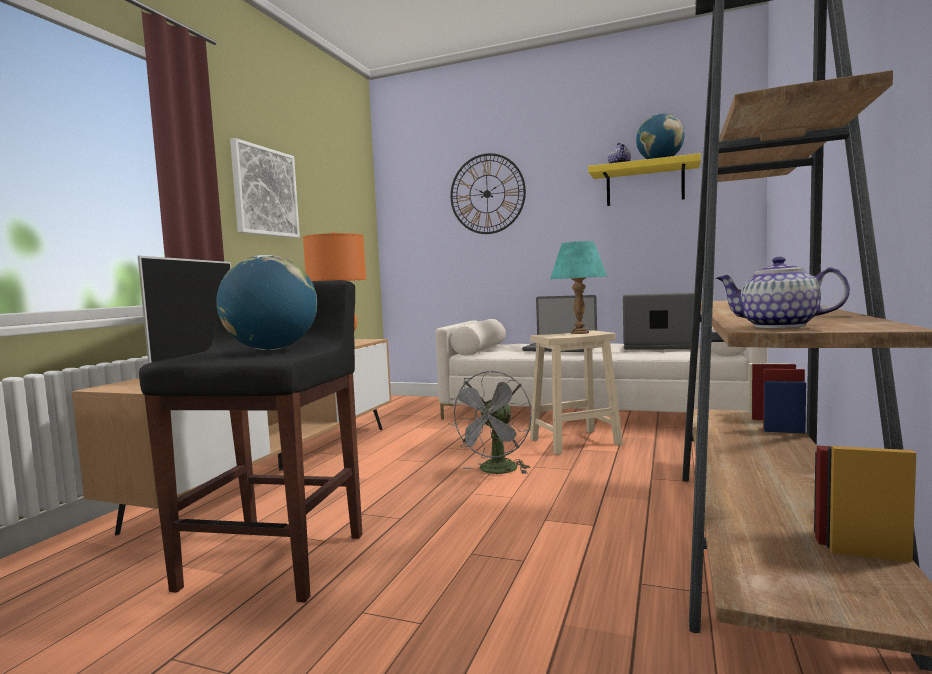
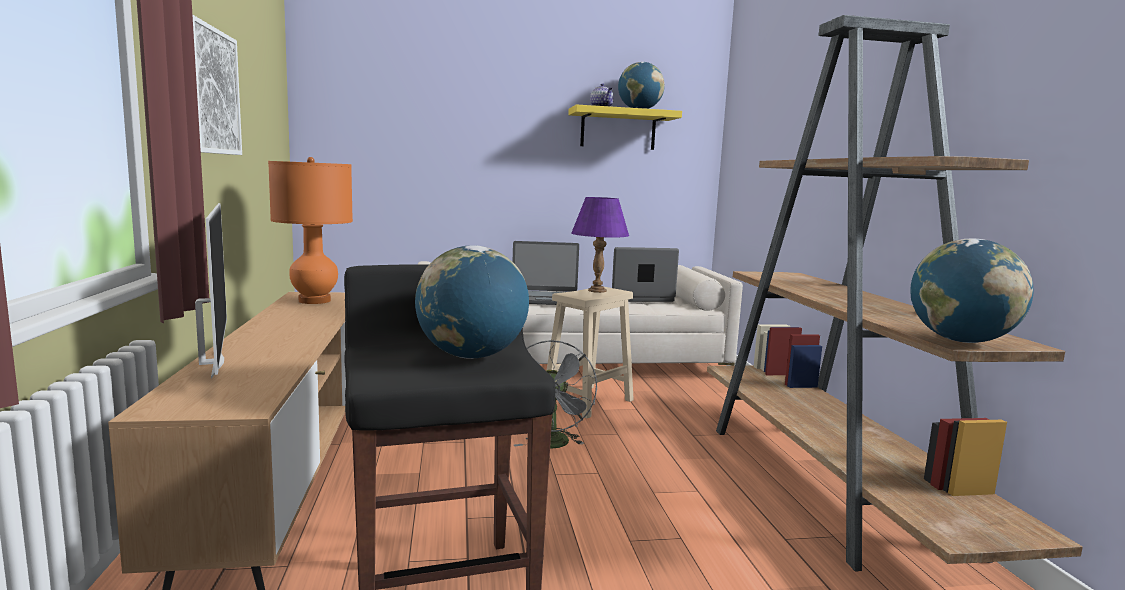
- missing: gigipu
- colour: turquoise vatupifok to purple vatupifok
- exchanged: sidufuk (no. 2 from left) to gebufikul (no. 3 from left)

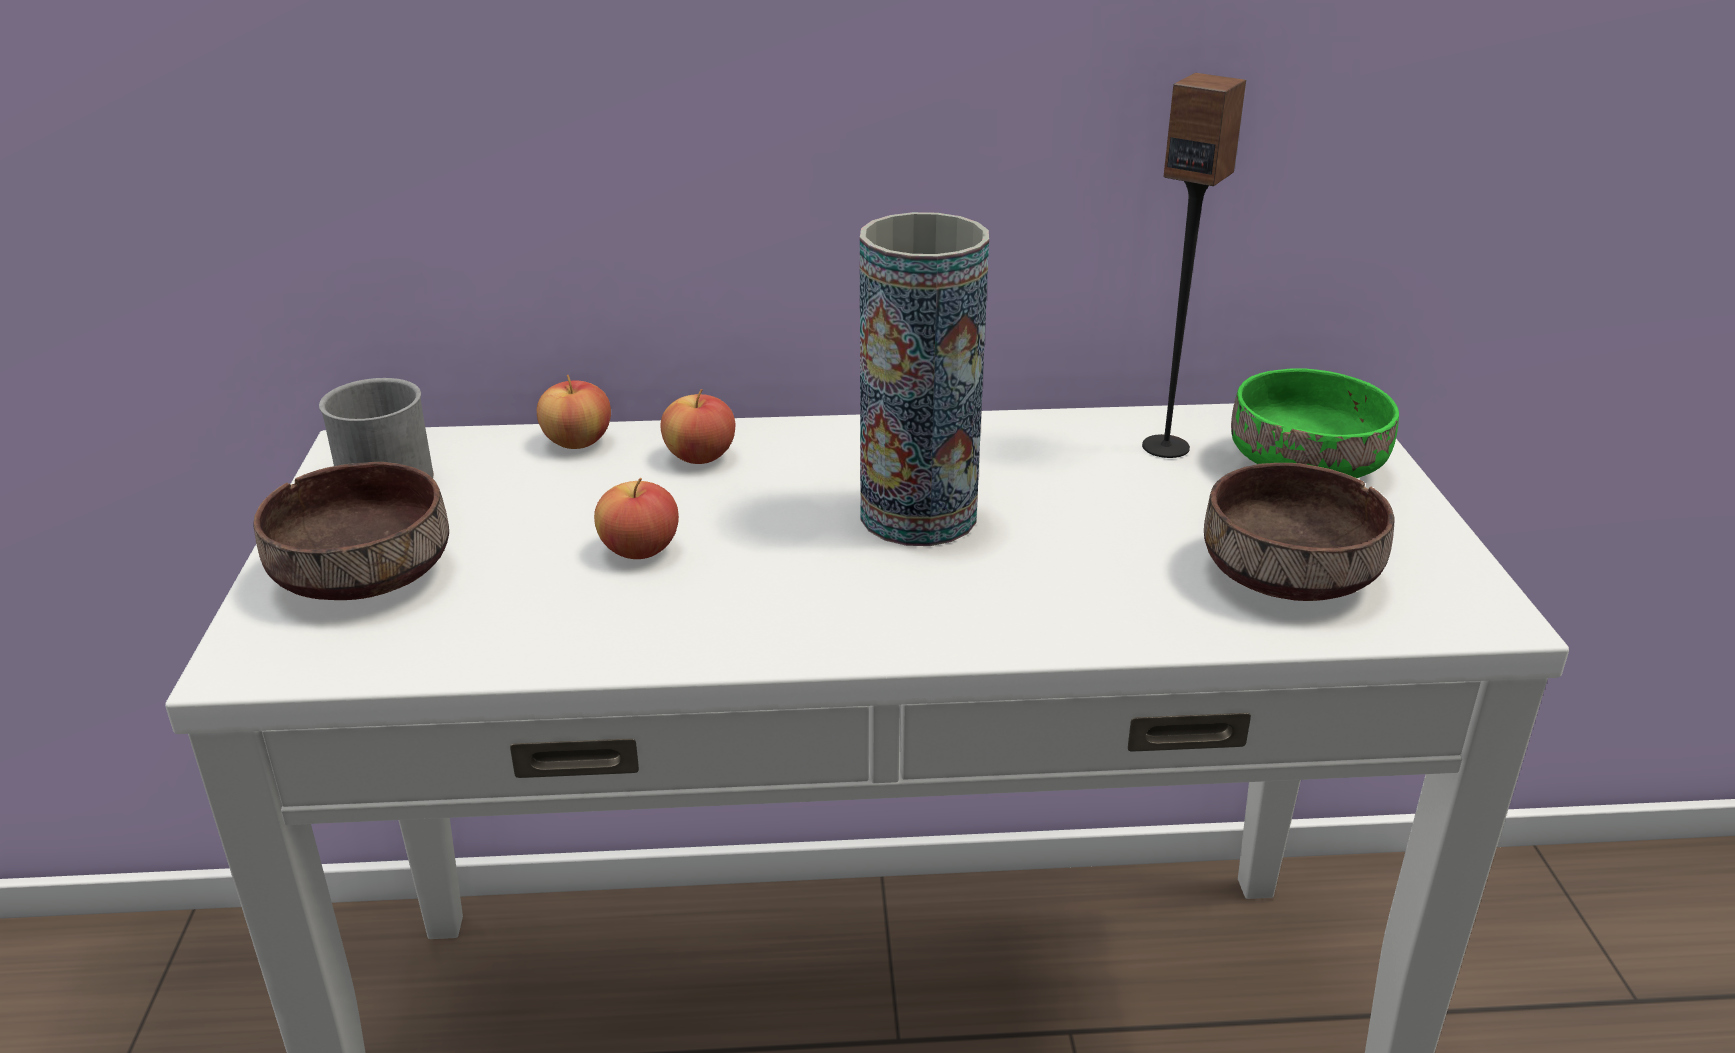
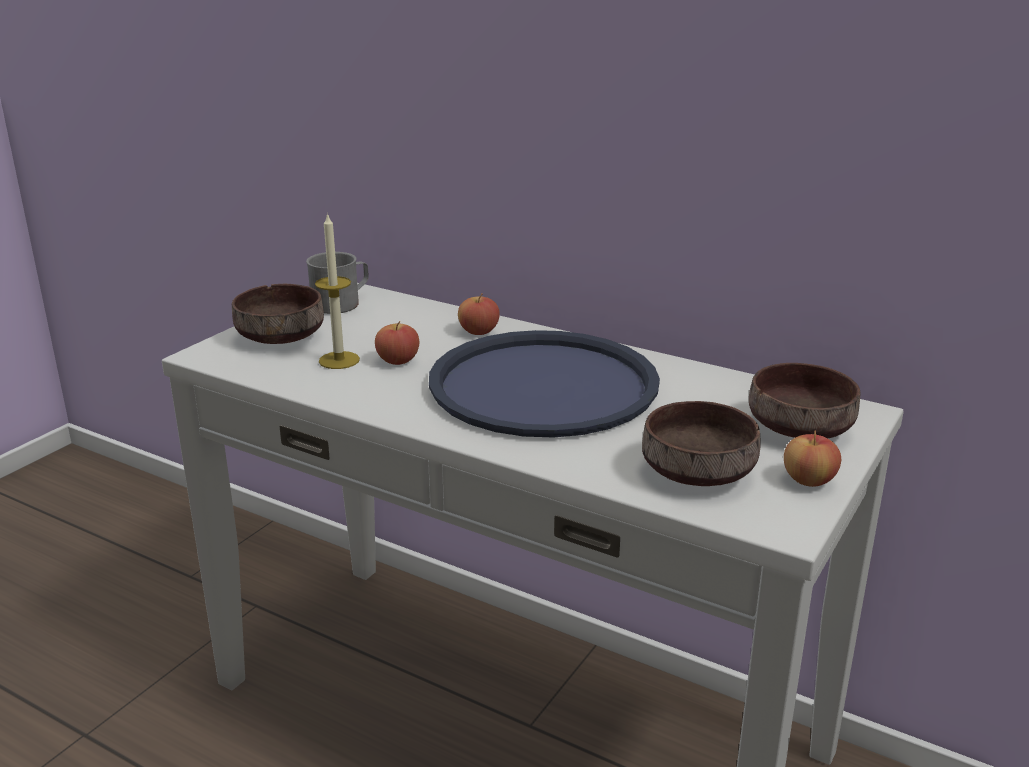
- relocated: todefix (no. 1 from left in the first image) to todefix (no. 3 from left)
- exchanged: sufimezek to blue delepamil
- missing: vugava
- colour: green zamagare to brown zamagare (no. 3 from left)
- appeared: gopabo

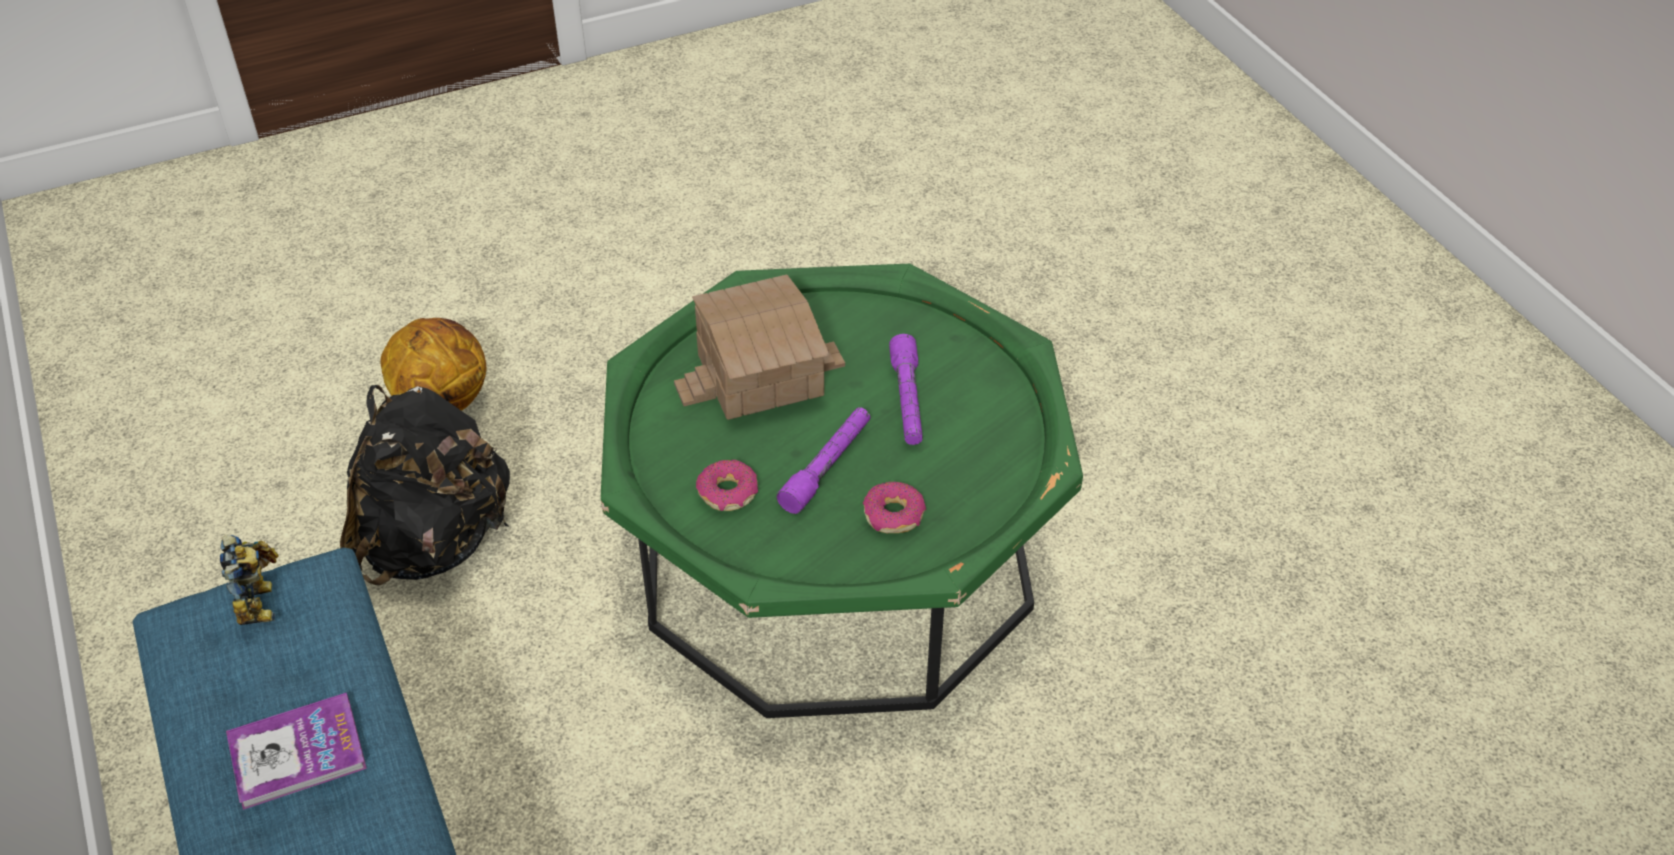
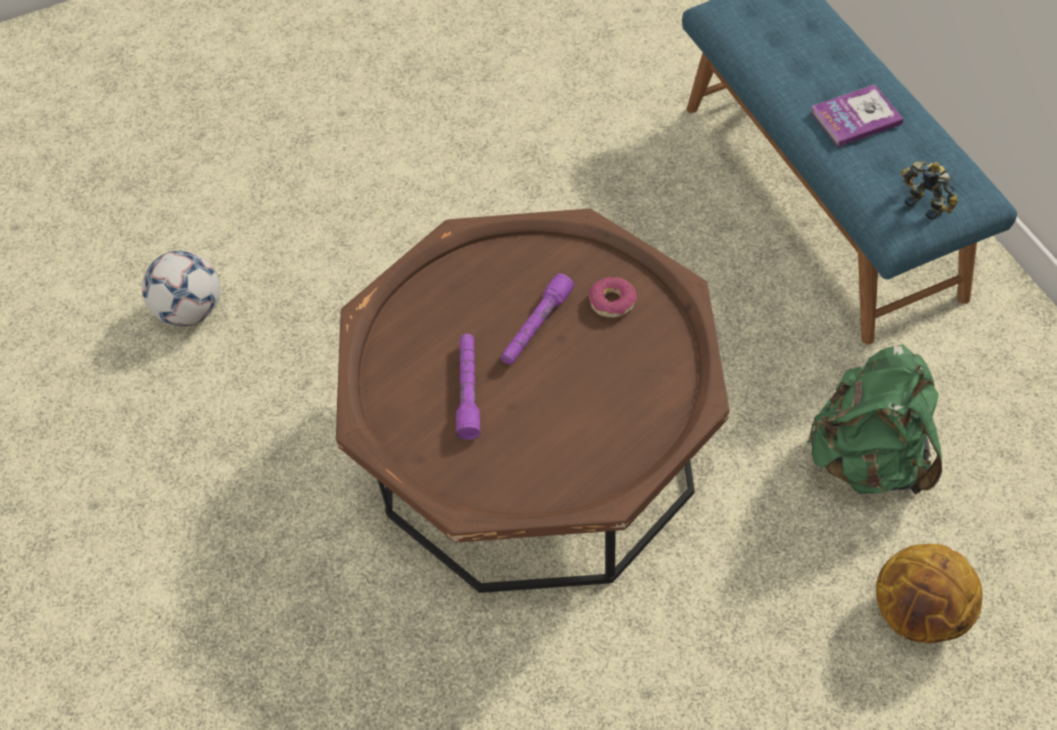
- spun: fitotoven 150 degrees clockwise
- colour: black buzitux to green buzitux
- colour: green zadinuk to brown zadinuk
- missing: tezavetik
- missing: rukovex (no. 2 from left)
- appeared: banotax

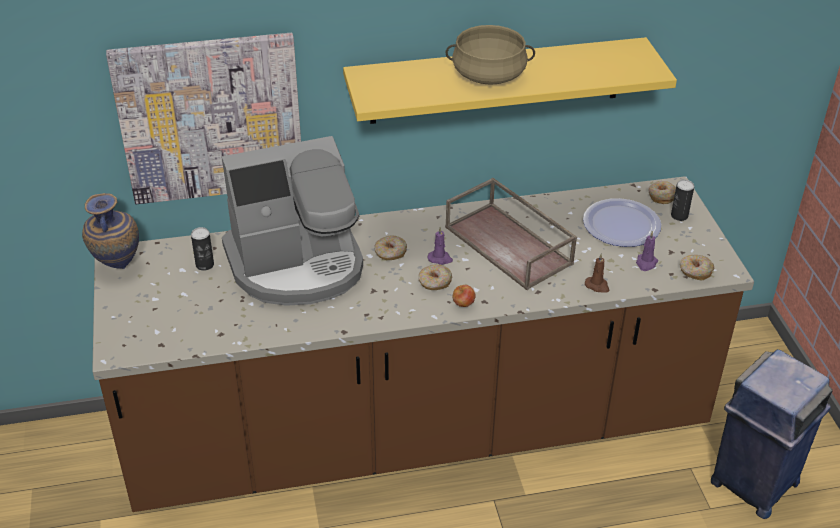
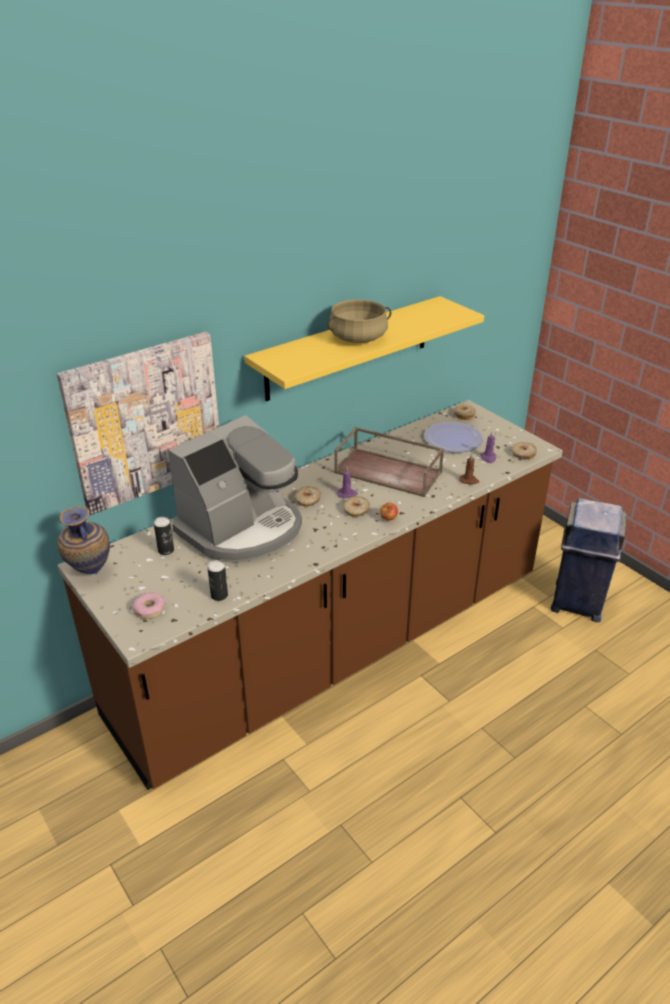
- relocated: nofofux (no. 2 from left)
- appeared: rukovex (no. 1 from left)

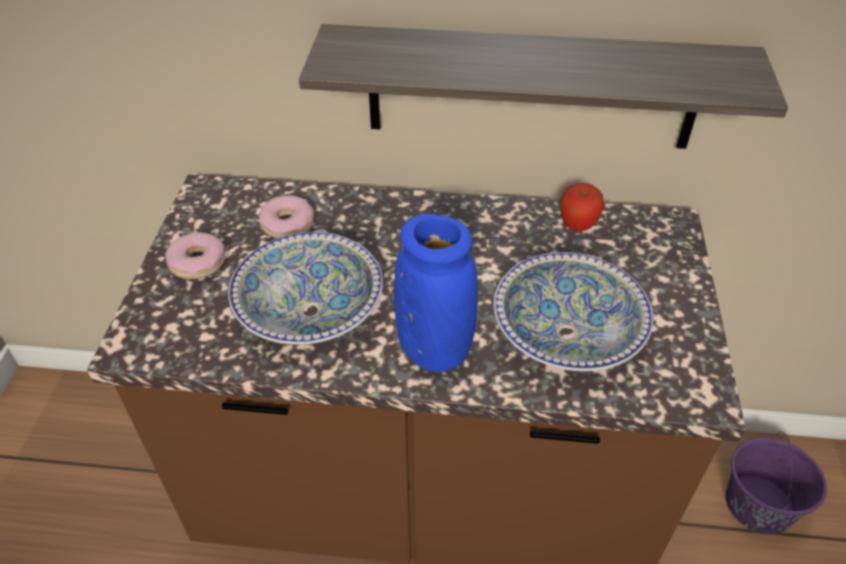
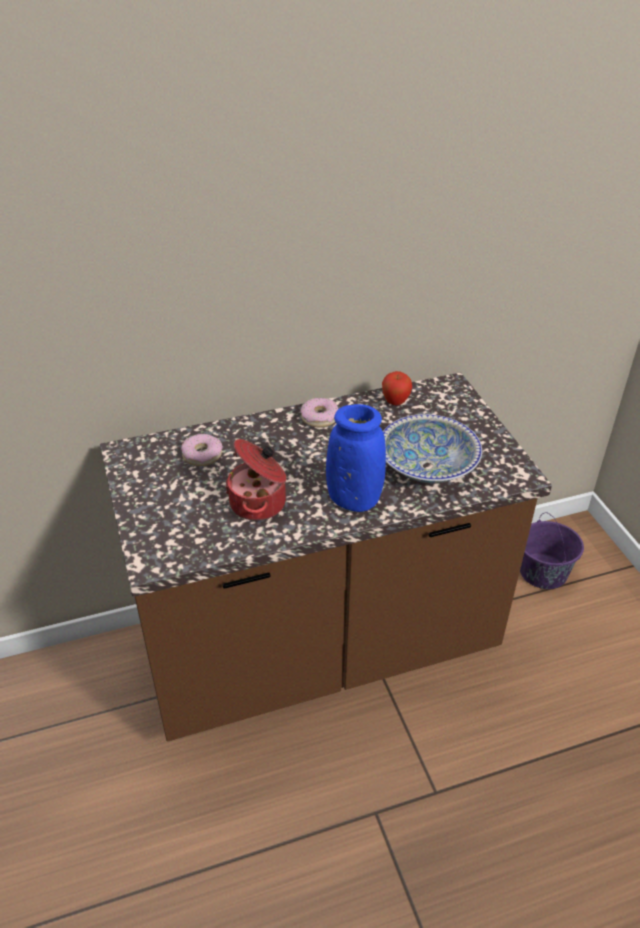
- relocated: rukovex (no. 1 from left in the first image) to rukovex (no. 2 from left)
- exchanged: zamagare (no. 1 from left) to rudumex
- missing: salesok

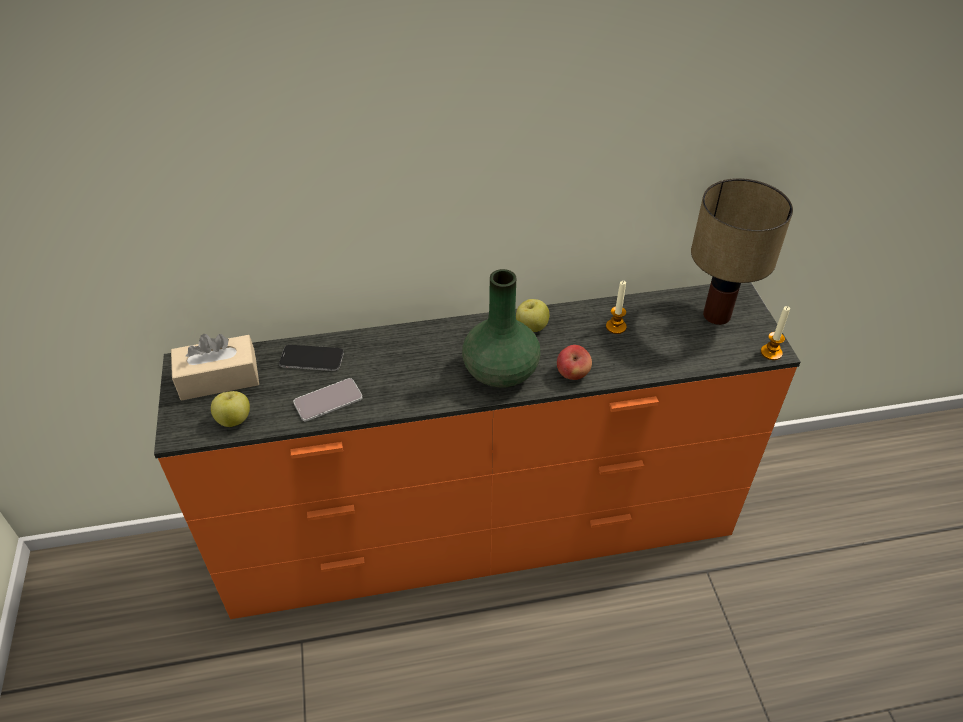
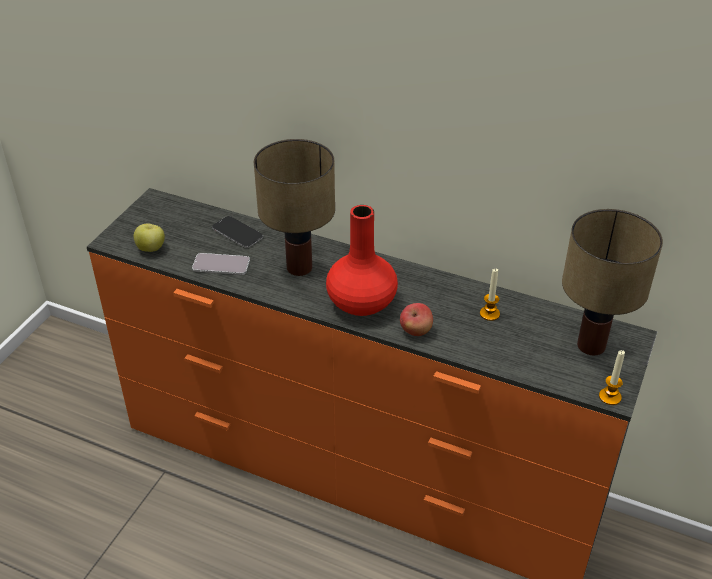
- missing: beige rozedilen
- colour: green sufimezek to red sufimezek
- missing: todefix (no. 2 from left)
- appeared: vatupifok (no. 1 from left)

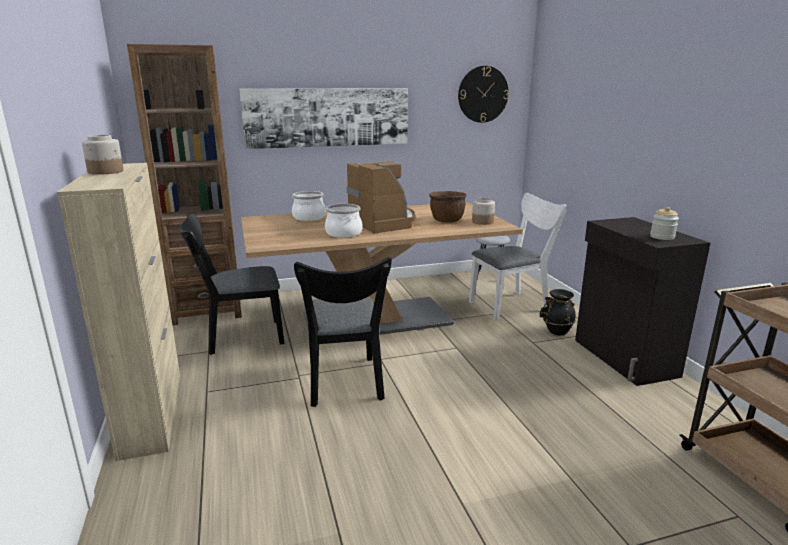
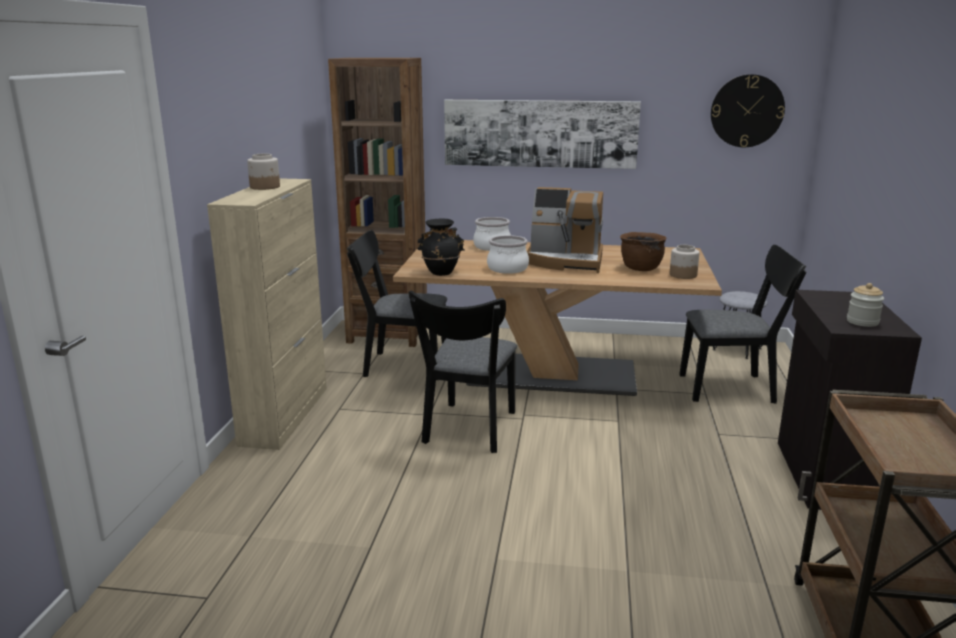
- spun: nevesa 105 degrees clockwise
- colour: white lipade to black lipade (no. 3 from left)
- relocated: black sufimezek

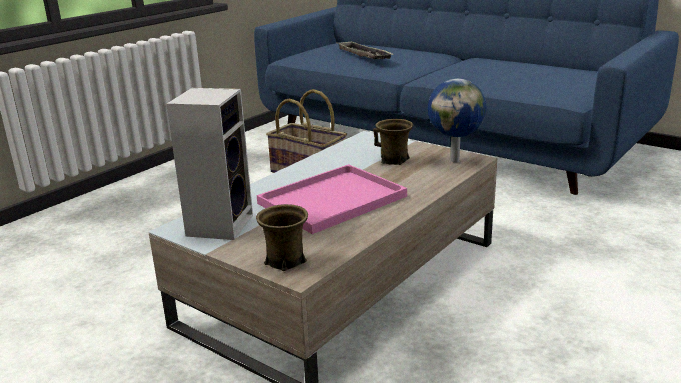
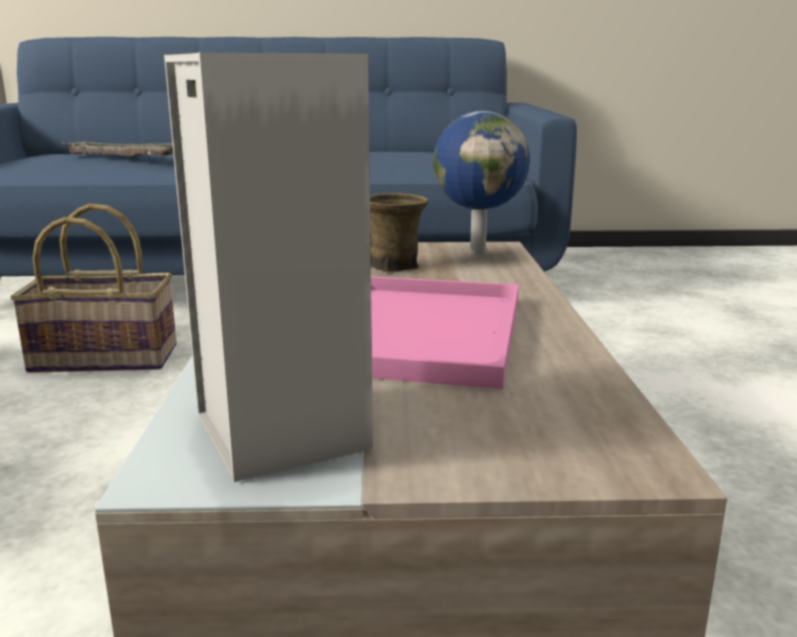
- missing: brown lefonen (no. 1 from left)

